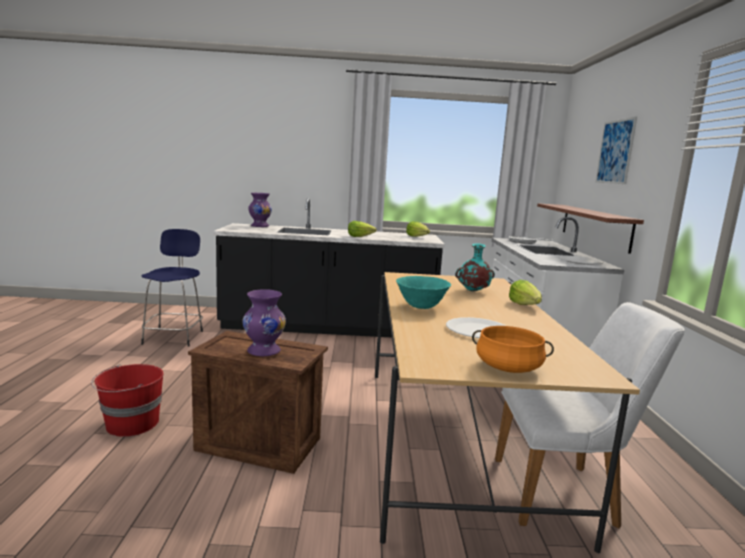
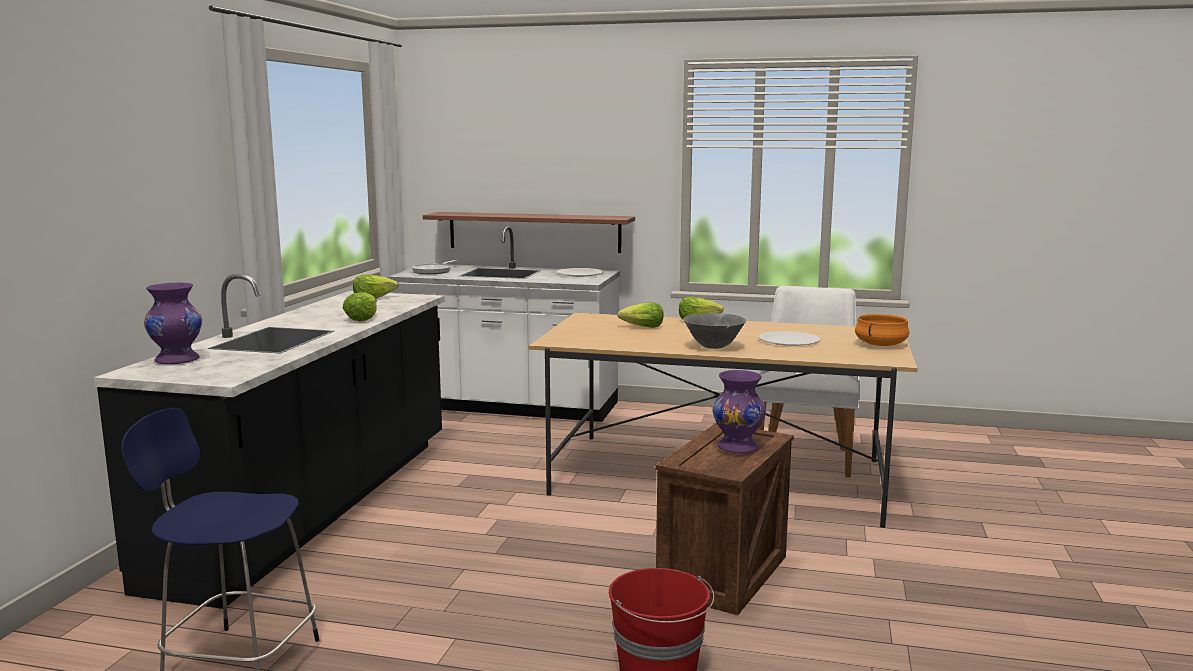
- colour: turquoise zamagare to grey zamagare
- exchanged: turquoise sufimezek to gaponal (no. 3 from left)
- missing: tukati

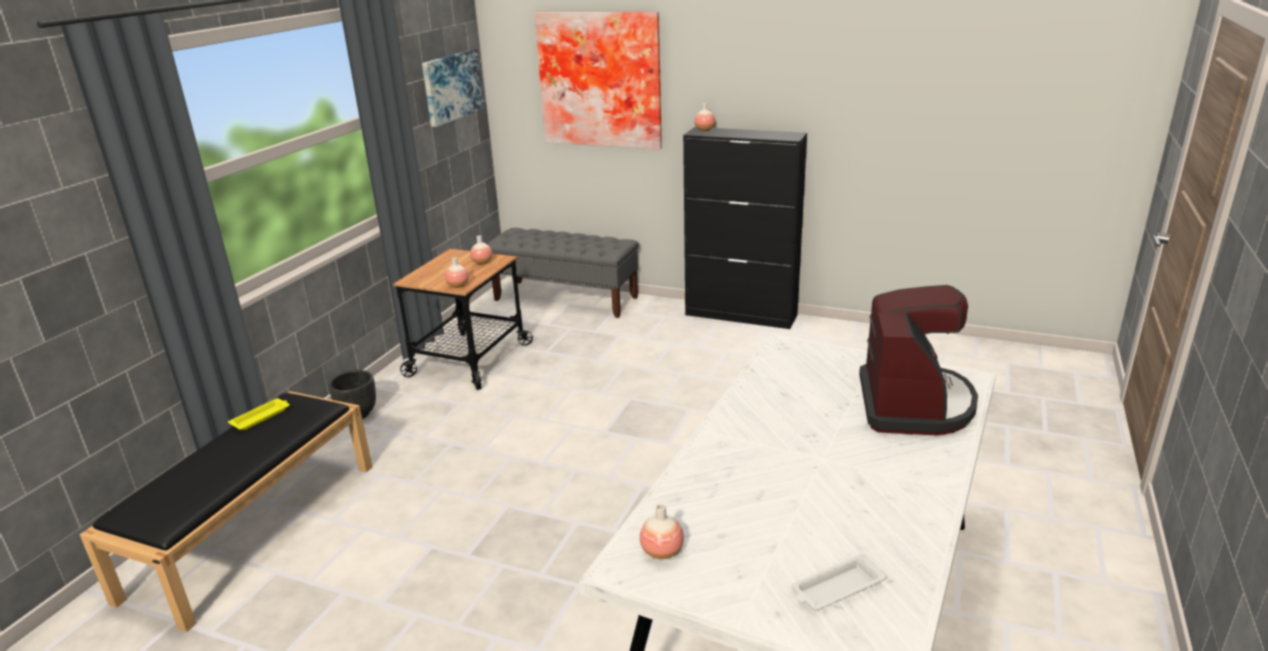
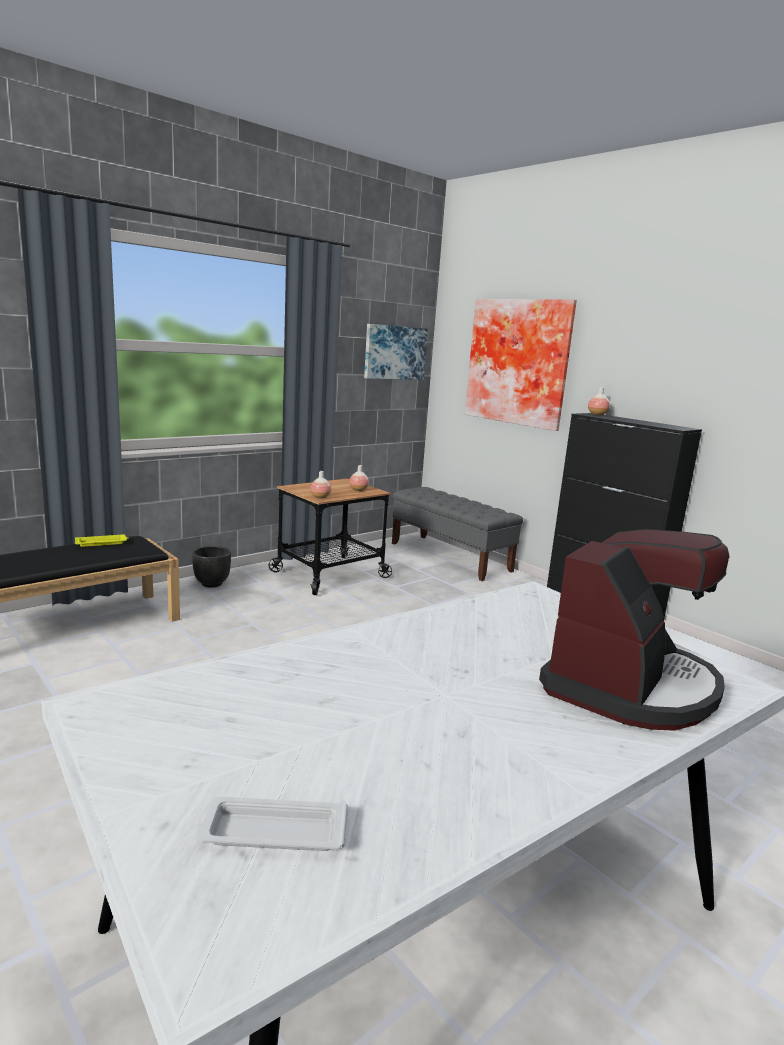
- missing: sufimezek (no. 3 from left)

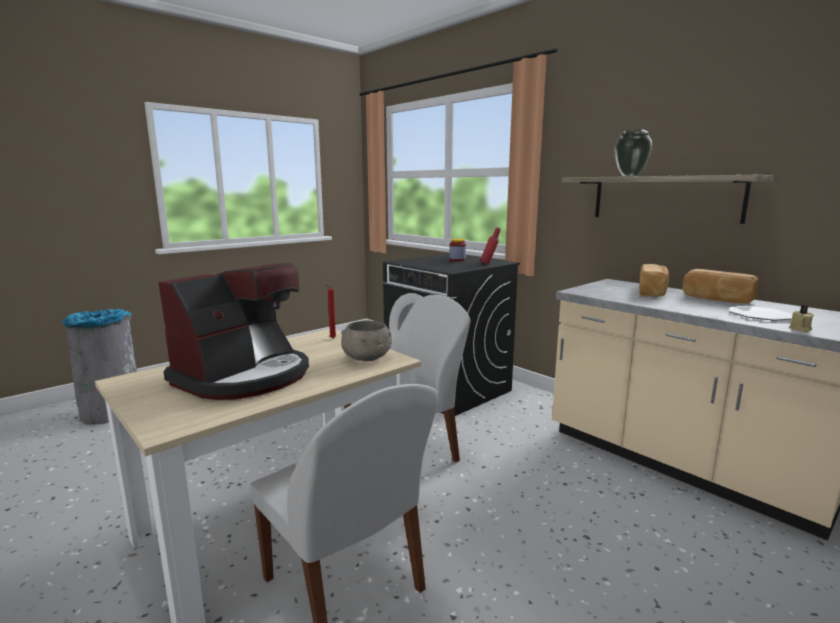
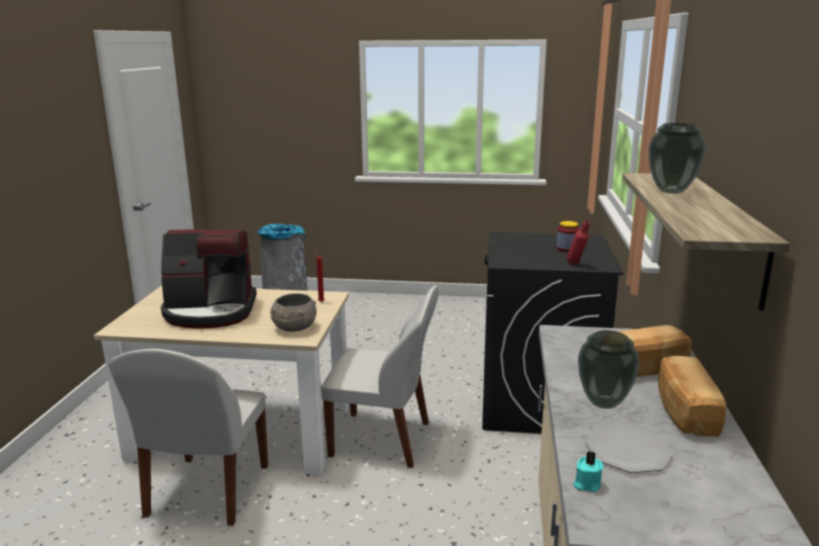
- colour: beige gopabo to turquoise gopabo
- appeared: sufimezek (no. 1 from left)

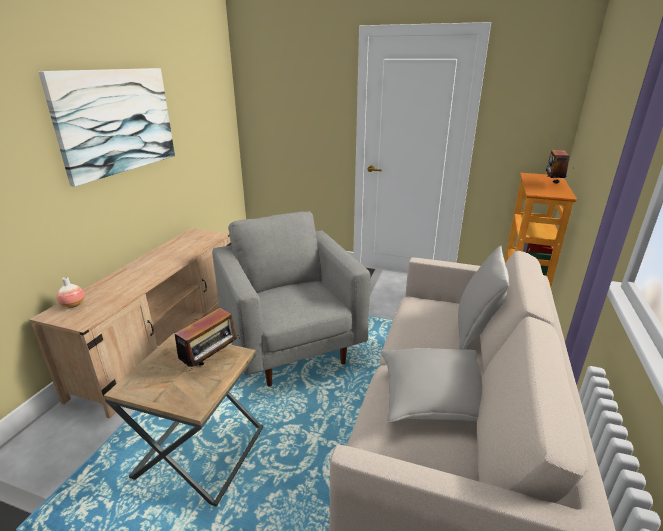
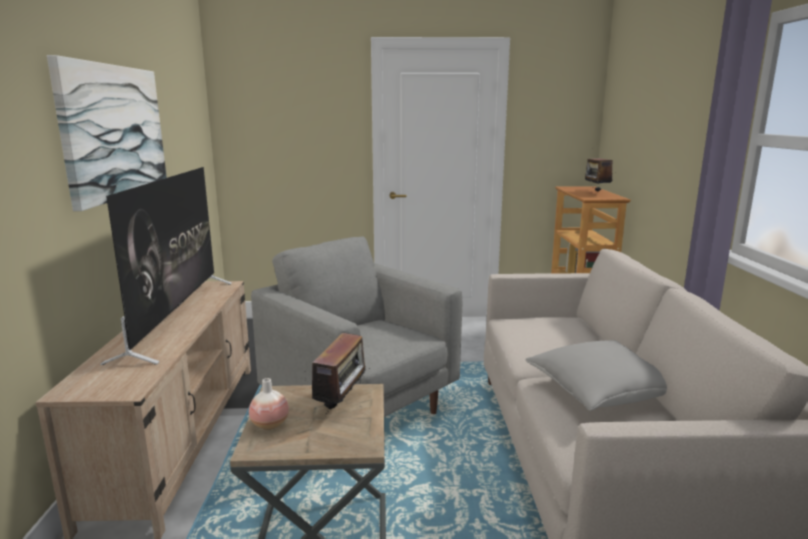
- relocated: sufimezek
- missing: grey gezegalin (no. 2 from left)
- appeared: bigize

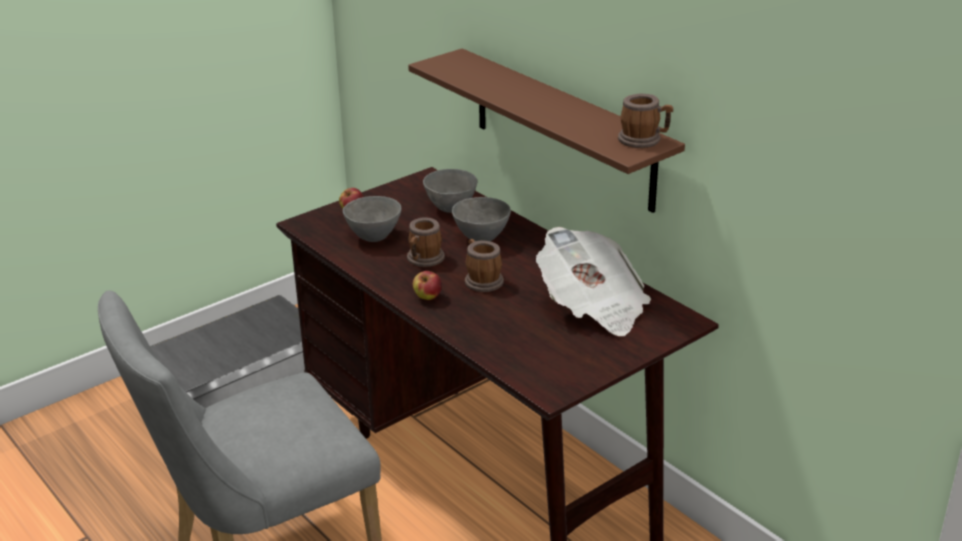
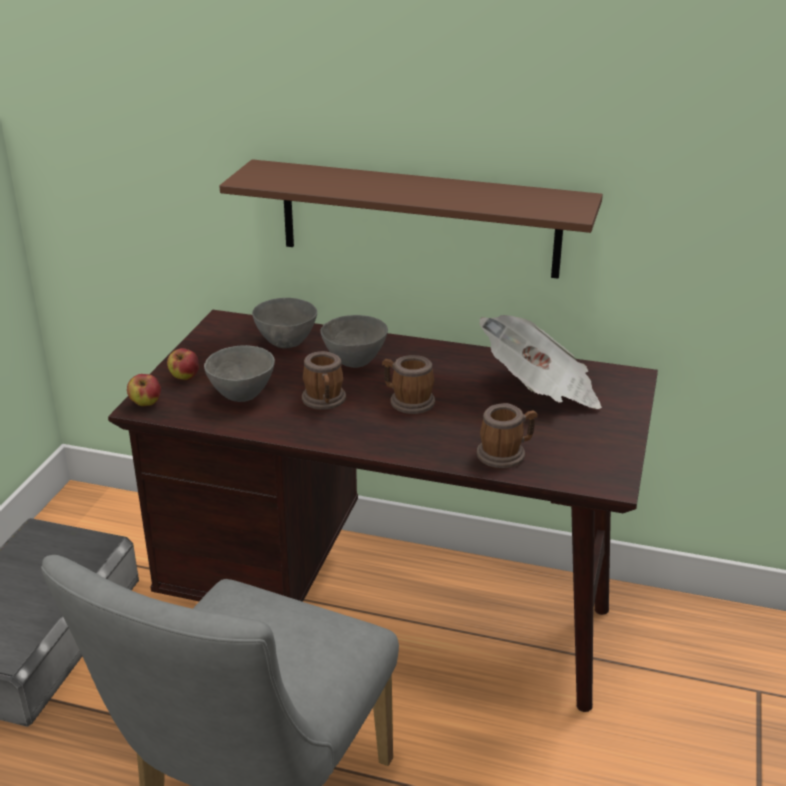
- relocated: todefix (no. 2 from left in the first image) to todefix (no. 1 from left)
- relocated: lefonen (no. 3 from left)

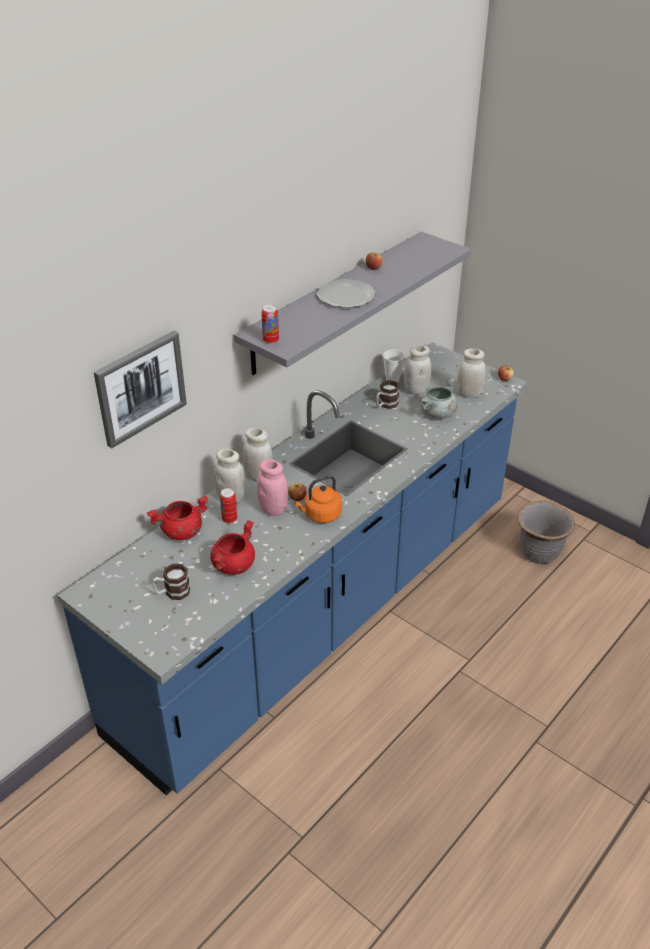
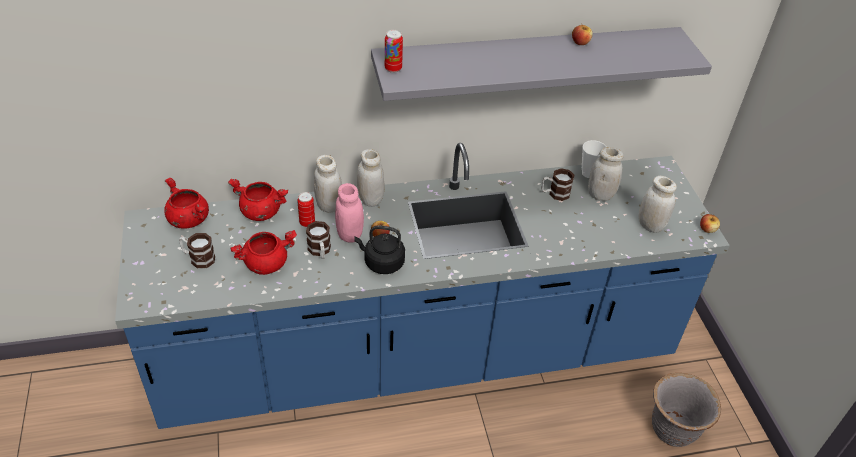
- missing: tukati
- colour: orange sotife to black sotife
- missing: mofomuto
- missing: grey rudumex
- appeared: red rudumex (no. 1 from left)
- appeared: lefonen (no. 2 from left)

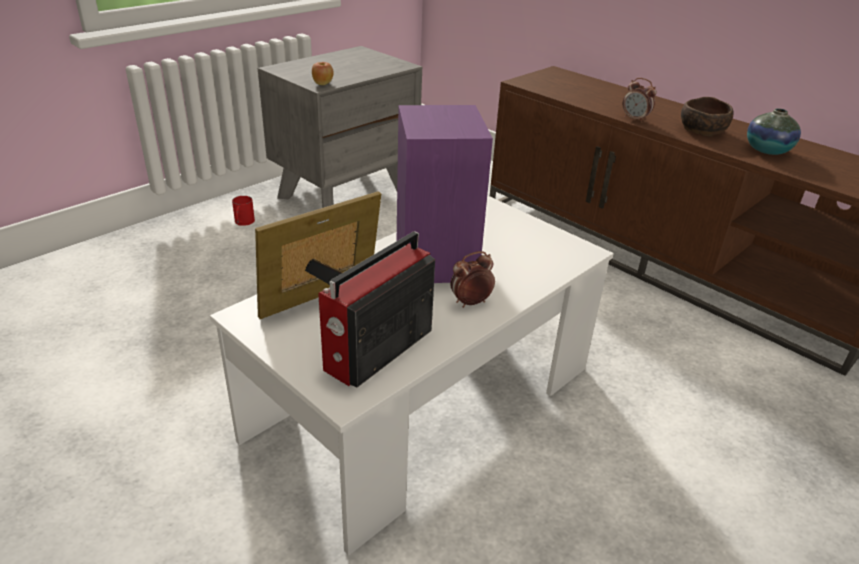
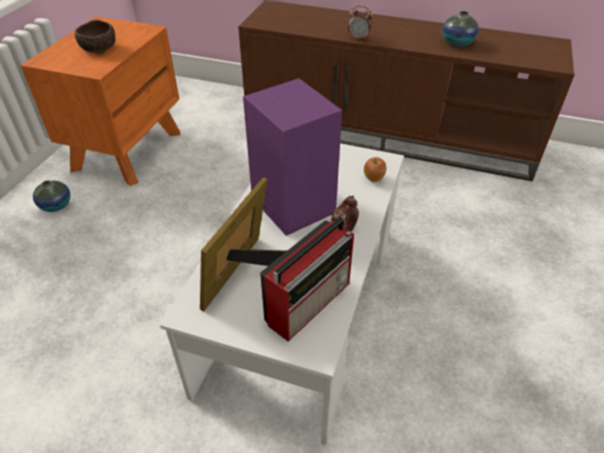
- exchanged: red lefonen to sufimezek (no. 1 from left)
- colour: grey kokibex to orange kokibex
- relocated: todefix
- spun: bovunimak 150 degrees counterclockwise
- relocated: brown zamagare

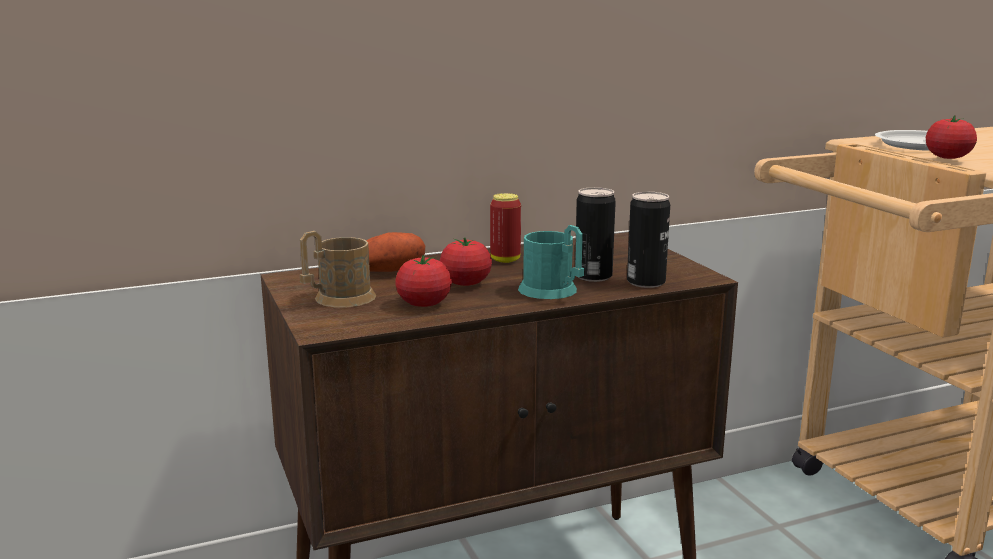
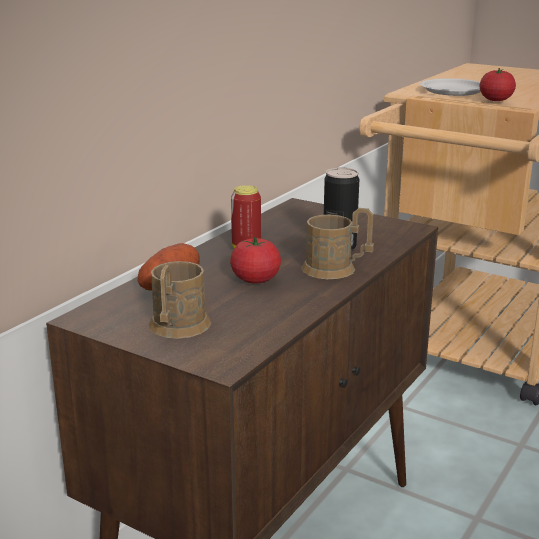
- missing: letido (no. 1 from left)
- colour: turquoise lefonen to brown lefonen (no. 2 from left)
- missing: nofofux (no. 3 from left)

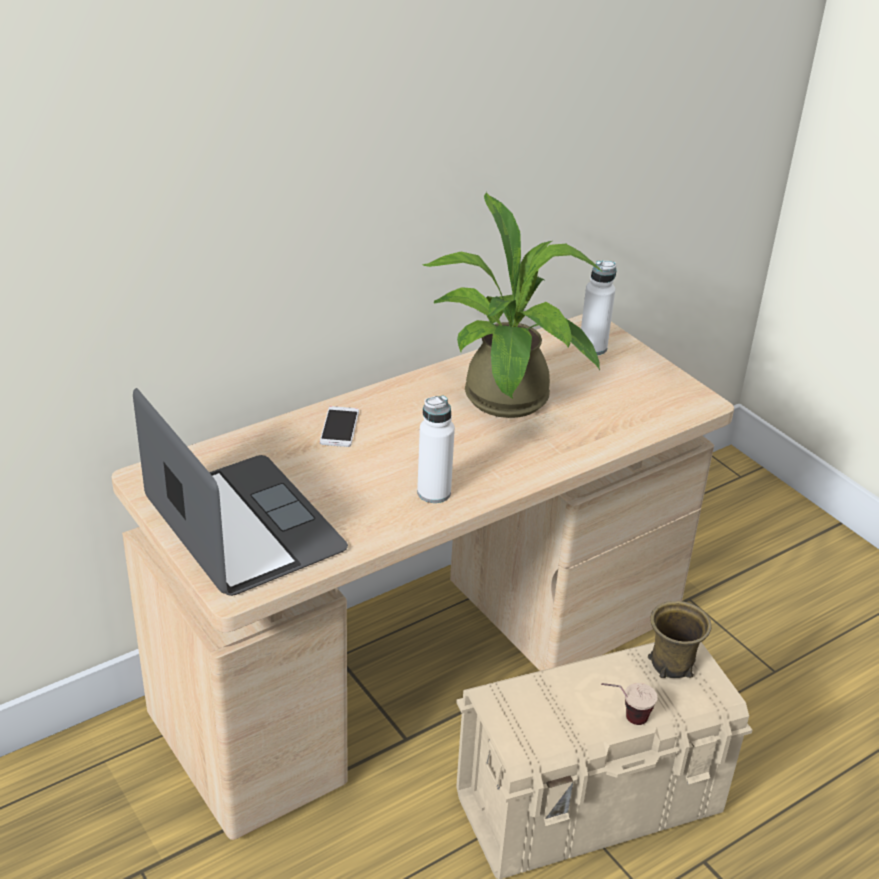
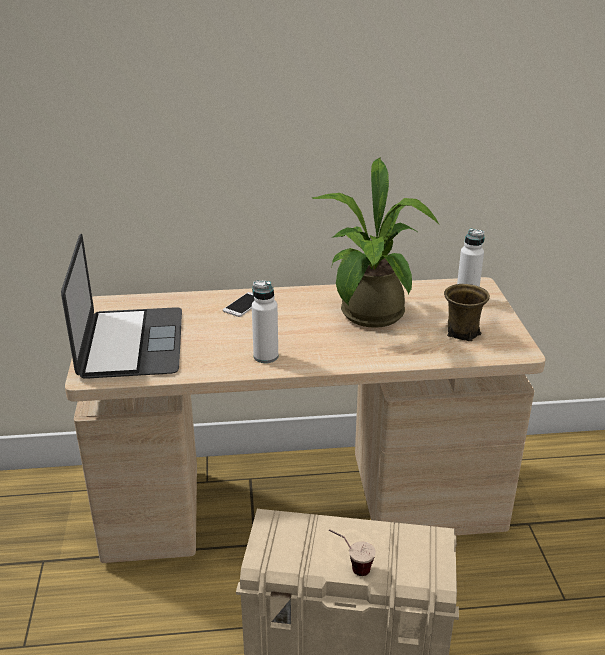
- relocated: brown lefonen

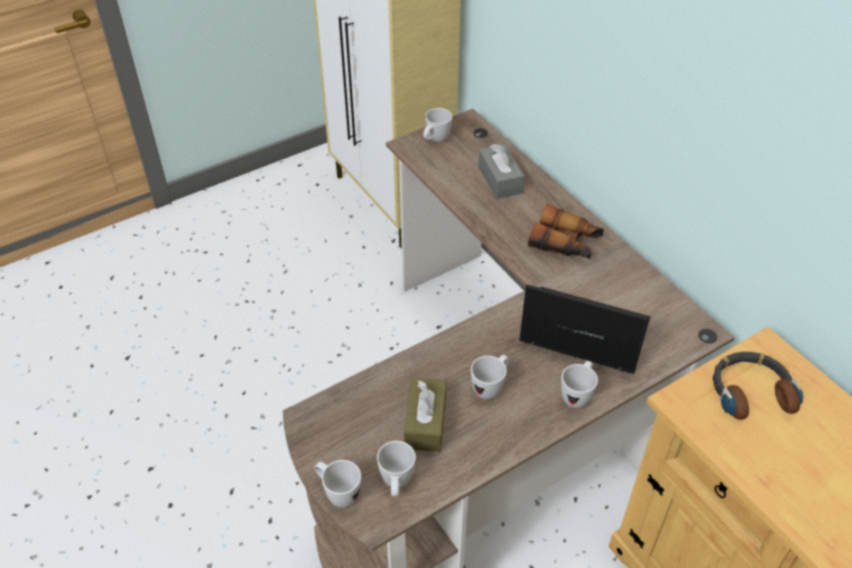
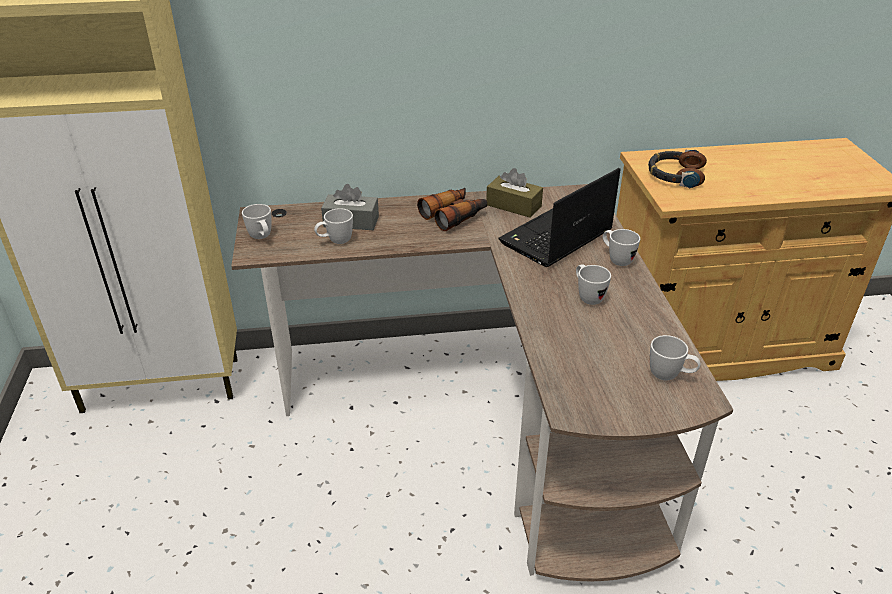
- relocated: white lefonen (no. 1 from left in the first image) to white lefonen (no. 2 from left)
- relocated: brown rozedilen

